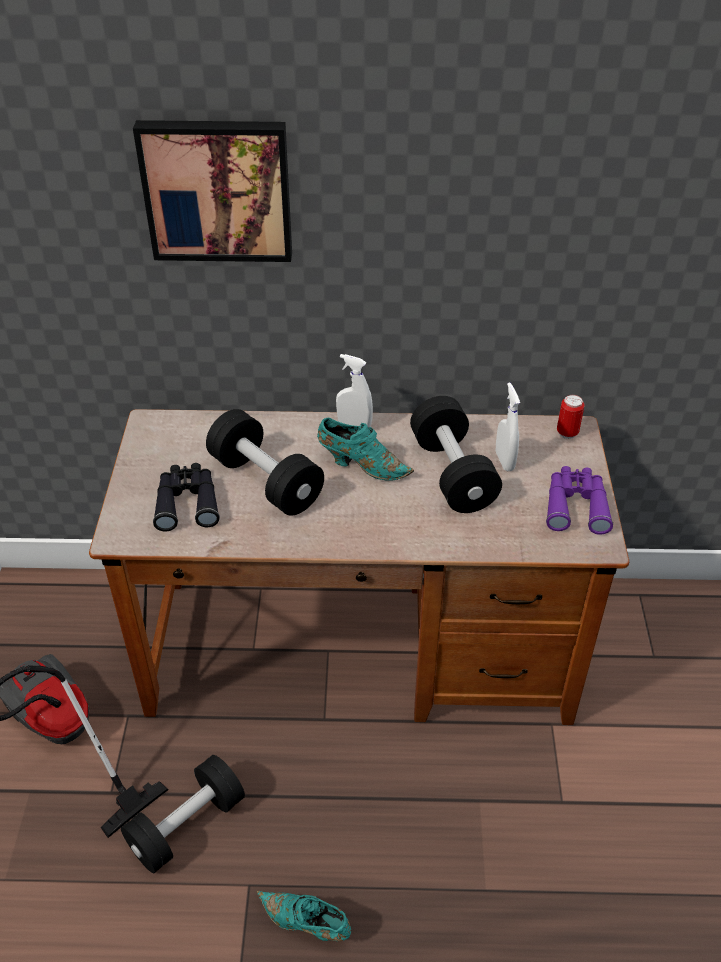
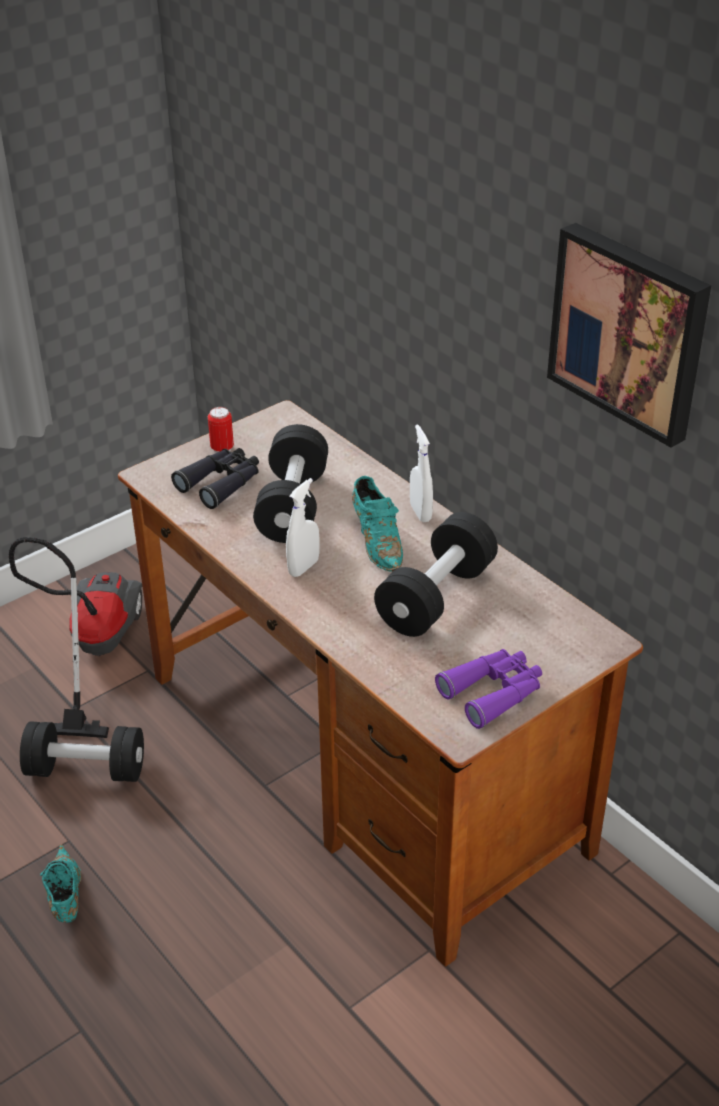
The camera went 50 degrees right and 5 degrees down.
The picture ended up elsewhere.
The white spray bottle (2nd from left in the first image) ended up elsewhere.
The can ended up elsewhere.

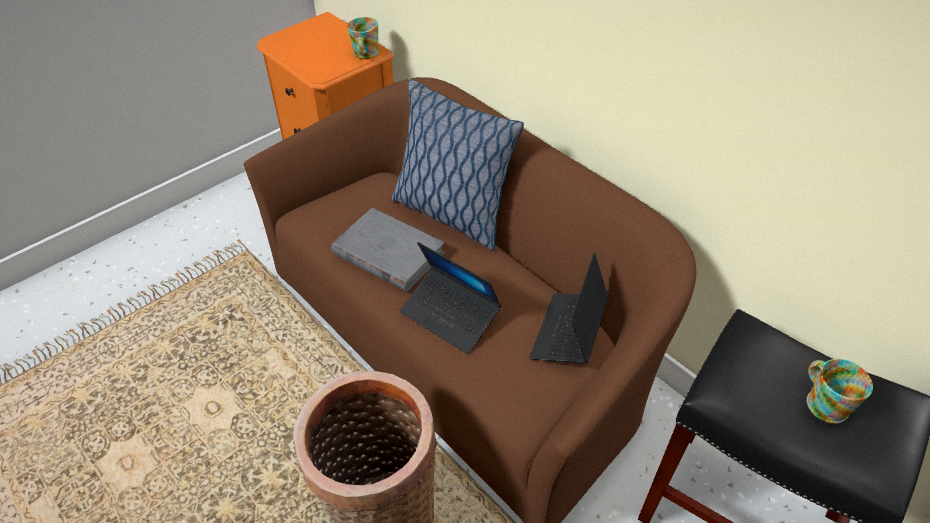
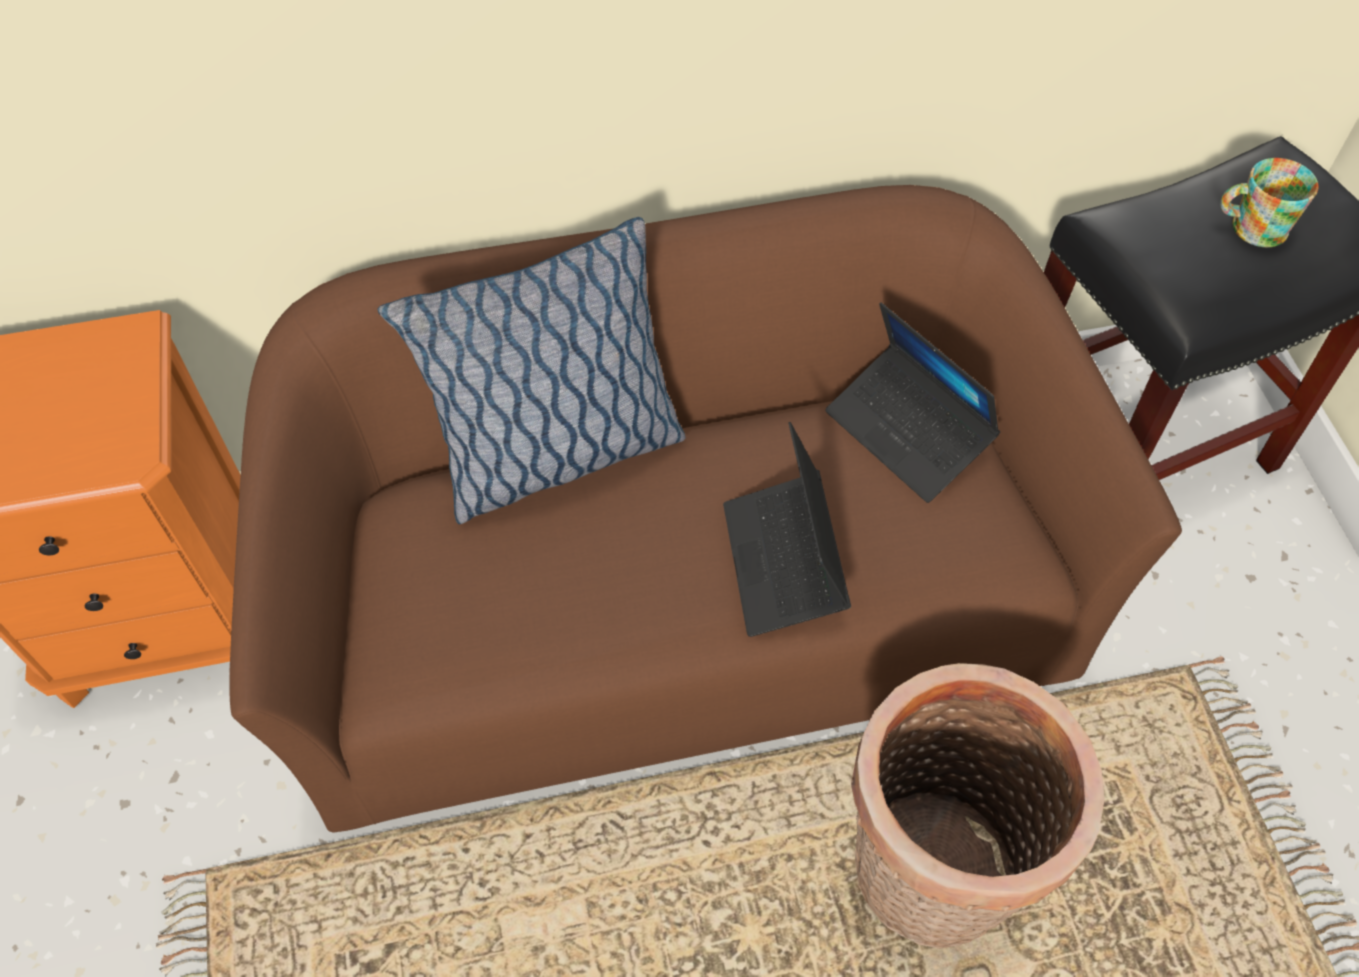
The camera went 60 degrees left and 10 degrees up.
The second view lost the grey book.
The second view lost the mug (1st from left).
The laptop (1st from left) ended up facing another way, 105 degrees clockwise from before.

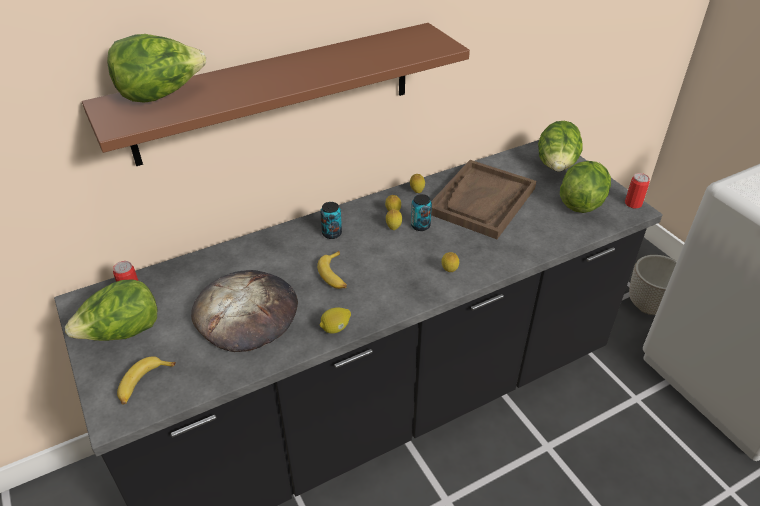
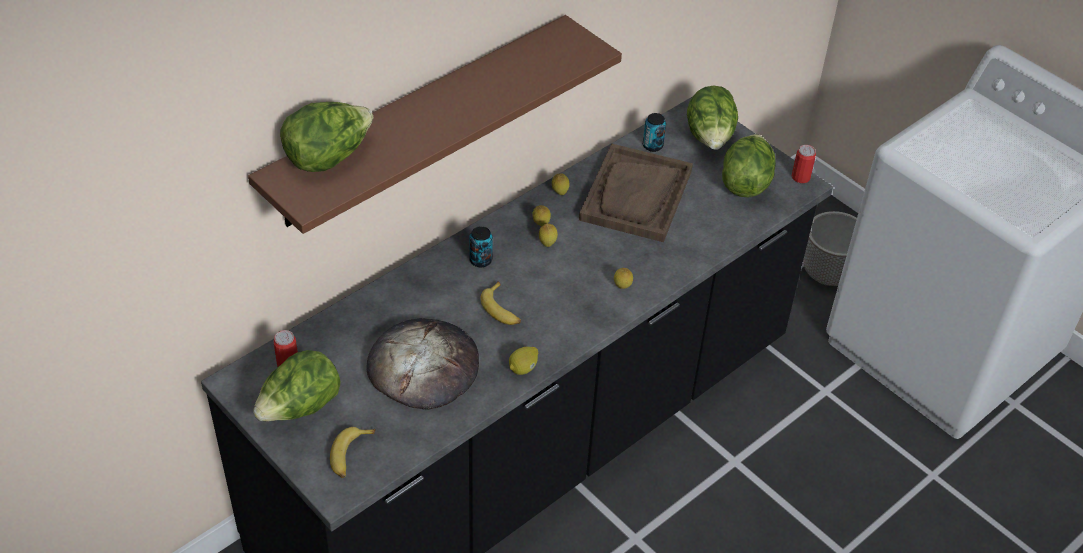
The camera went 15 degrees left and 5 degrees up.
The can (3rd from left) ended up elsewhere.

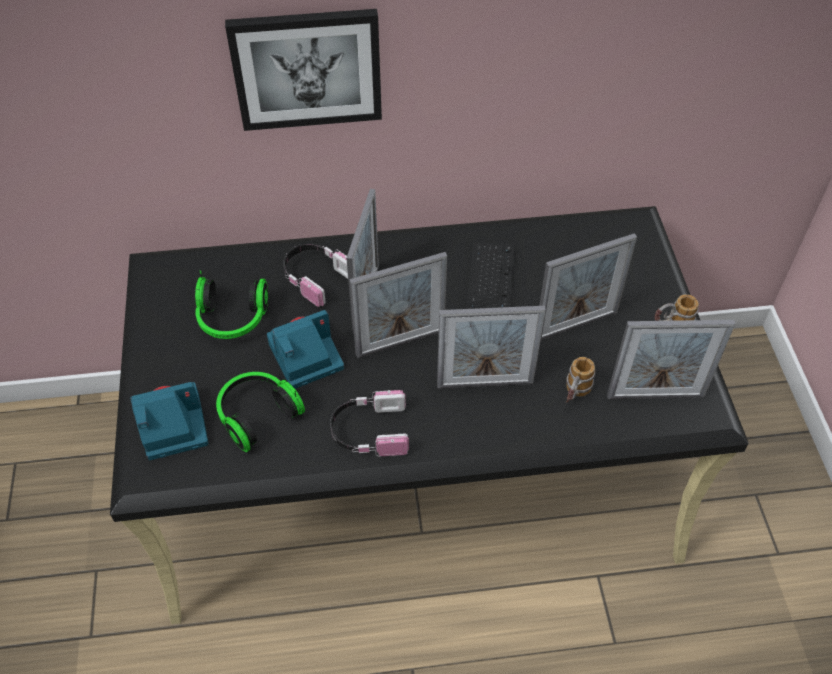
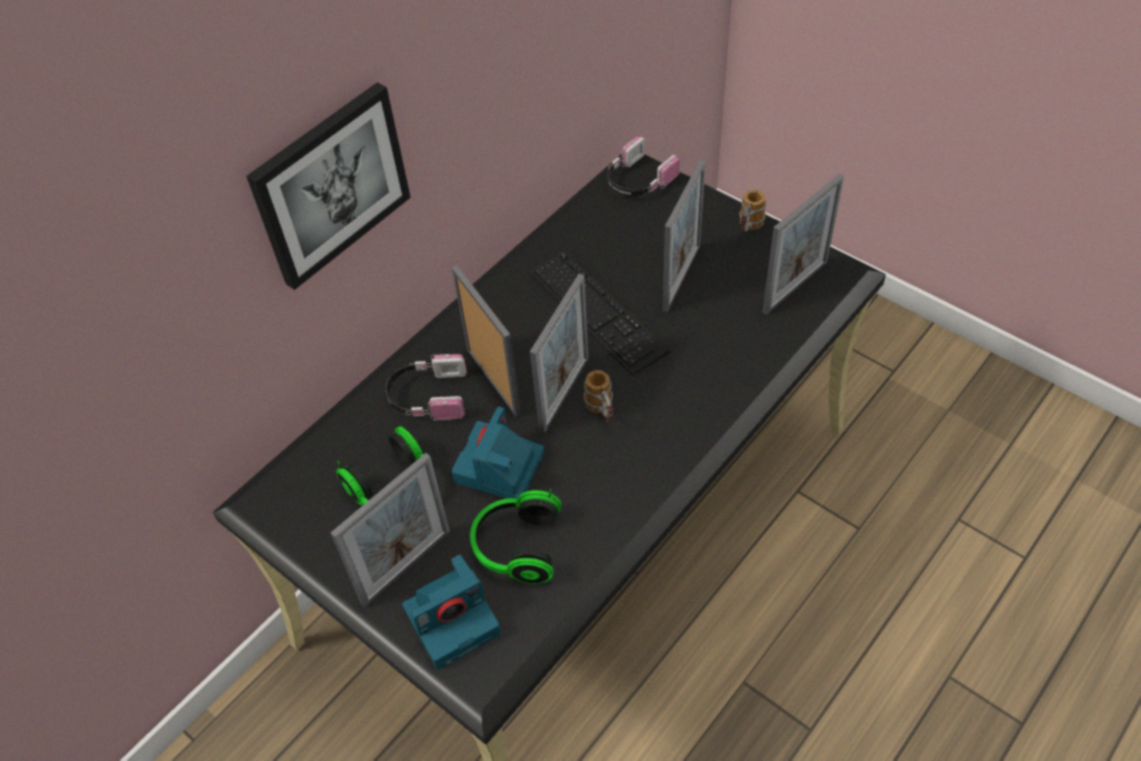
The camera went 40 degrees left and 0 degrees up.
The photo camera (1st from left) ended up facing another way, 150 degrees counterclockwise from before.
The headphones (4th from left) ended up elsewhere.
The picture frame (3rd from left in the first image) ended up elsewhere.
The mug (1st from left) ended up elsewhere.

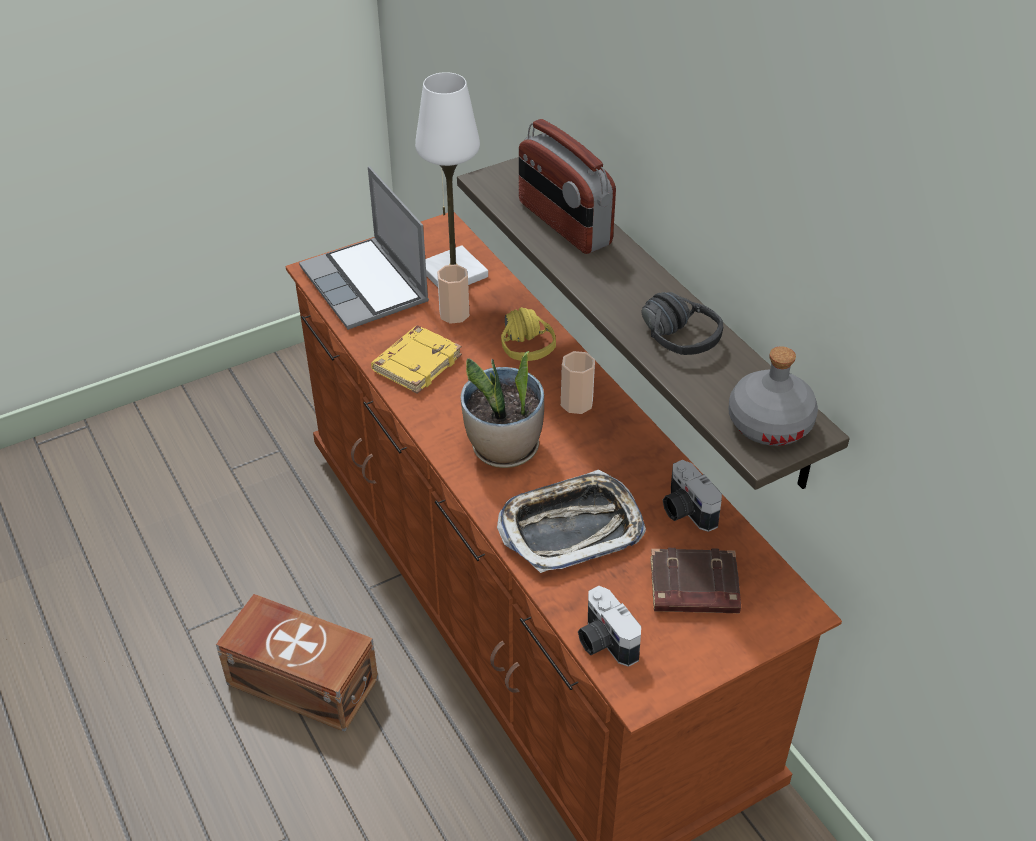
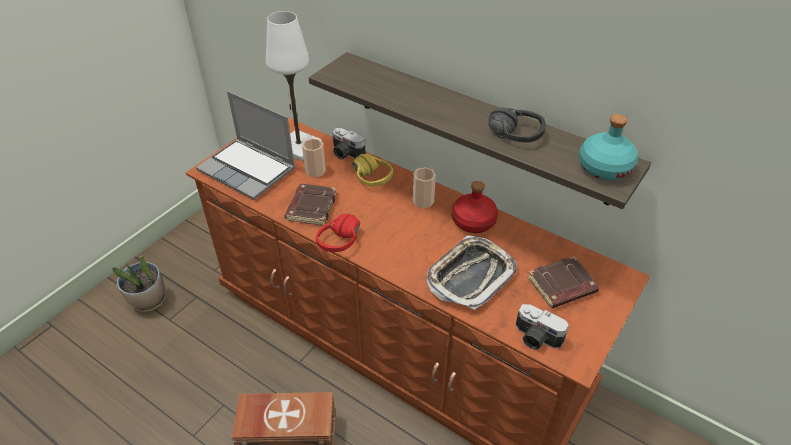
The camera went 25 degrees left and 0 degrees up.
What was the yellow book turned into the brown book (1st from left).
The potted plant ended up elsewhere.
The second view lost the radio.
The photo camera (2nd from left in the first image) ended up elsewhere.
What was the grey bottle turned into the turquoise bottle.
The second view gained the red headphones.
The second view gained the red bottle.

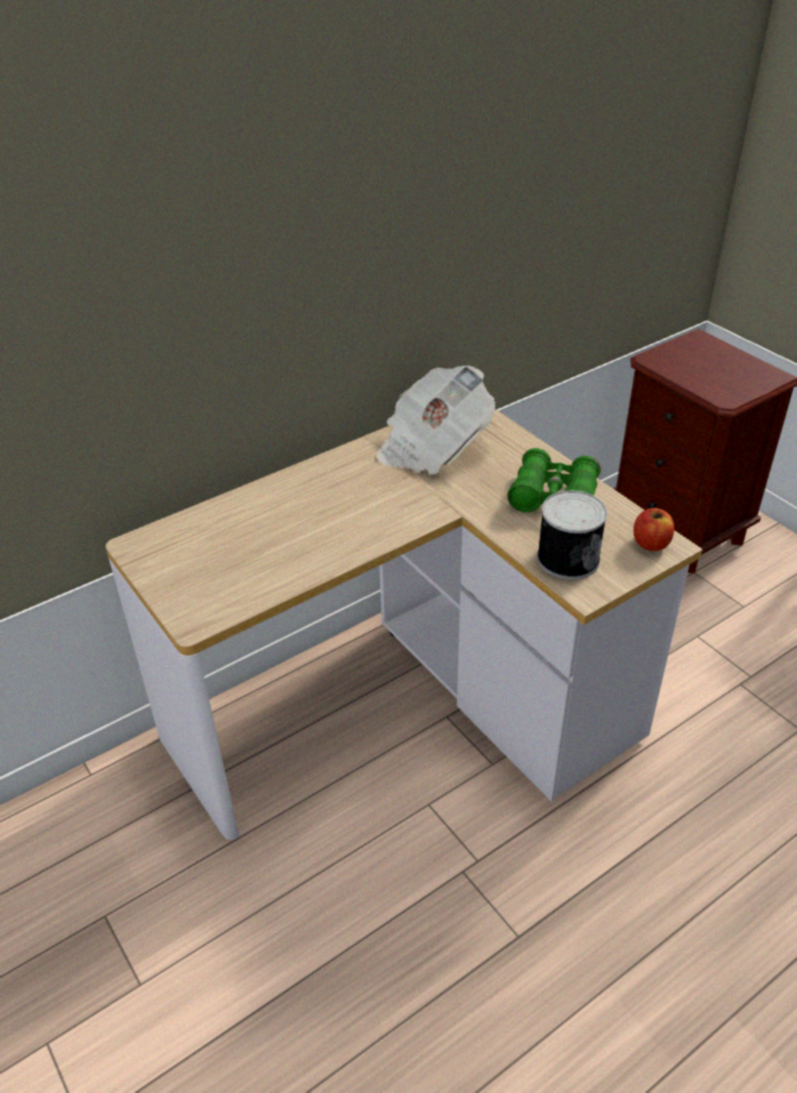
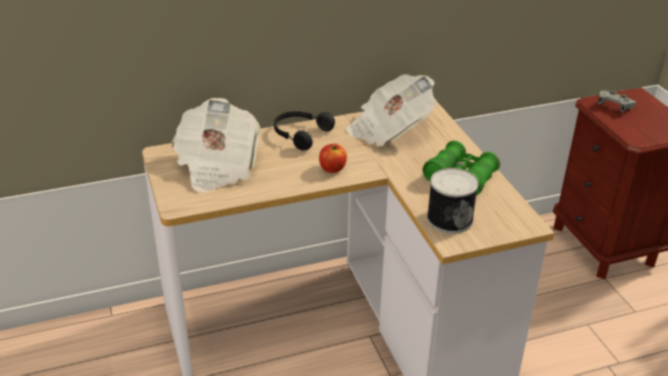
The camera went 15 degrees right and 5 degrees down.
The apple ended up elsewhere.
The second view gained the newspaper (1st from left).
The second view gained the black headphones.
The second view gained the grey game controller.

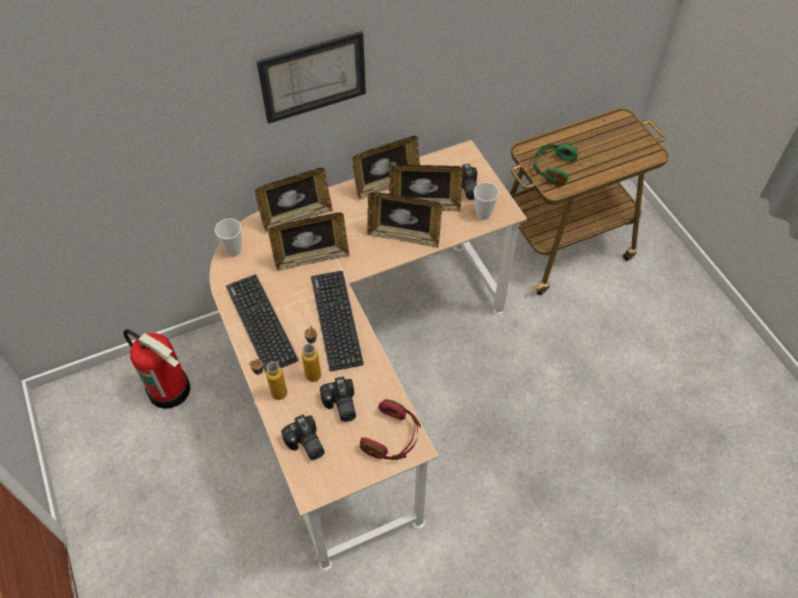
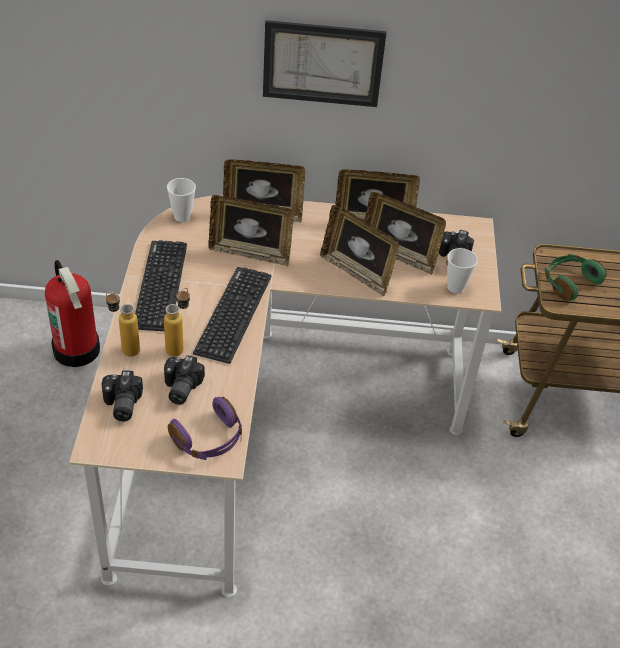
The camera went 25 degrees right and 10 degrees down.
What was the red headphones turned into the purple headphones.

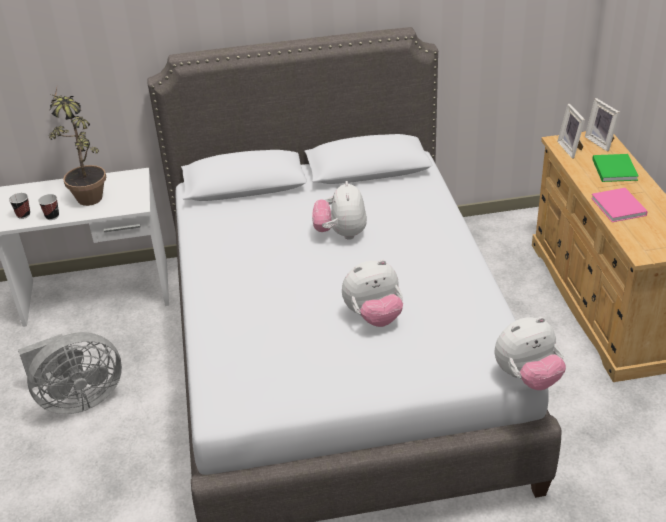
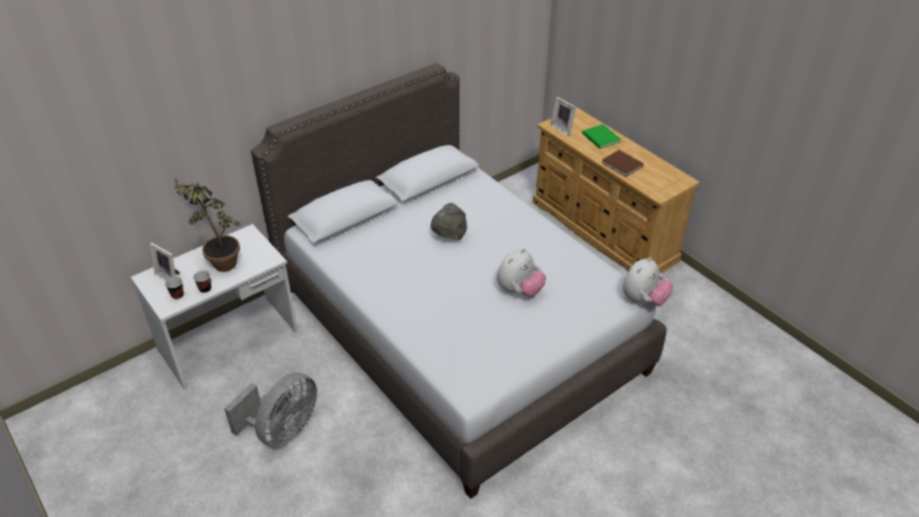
The camera went 30 degrees left and 5 degrees up.
Where the plush toy (1st from left) stood, the grey hat came to stand.
The picture frame (2nd from left in the first image) ended up elsewhere.
What was the pink book turned into the brown book.

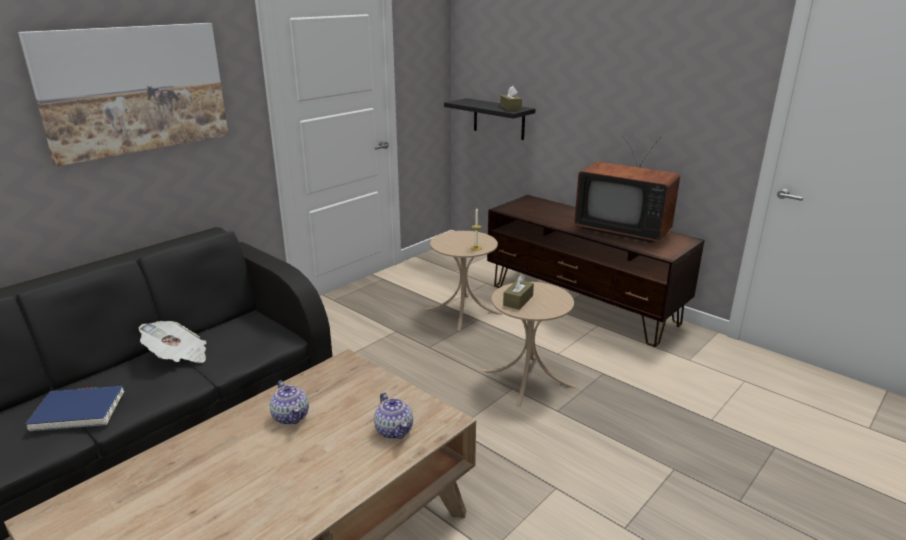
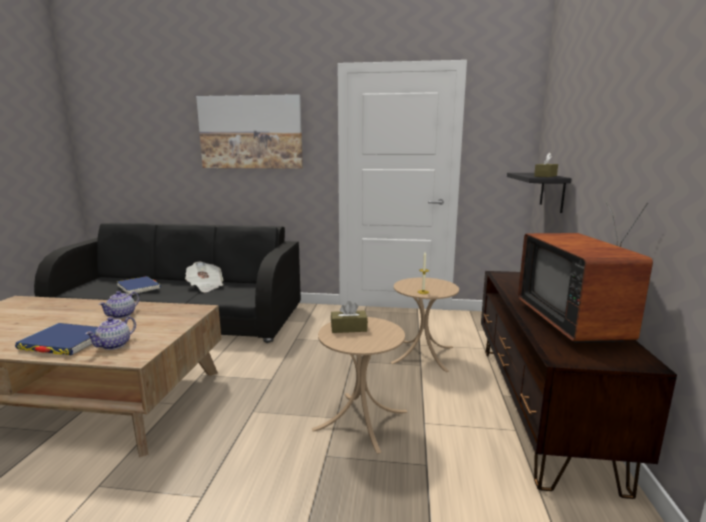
The camera went 55 degrees right and 10 degrees down.
The second view gained the blue book (1st from left).

